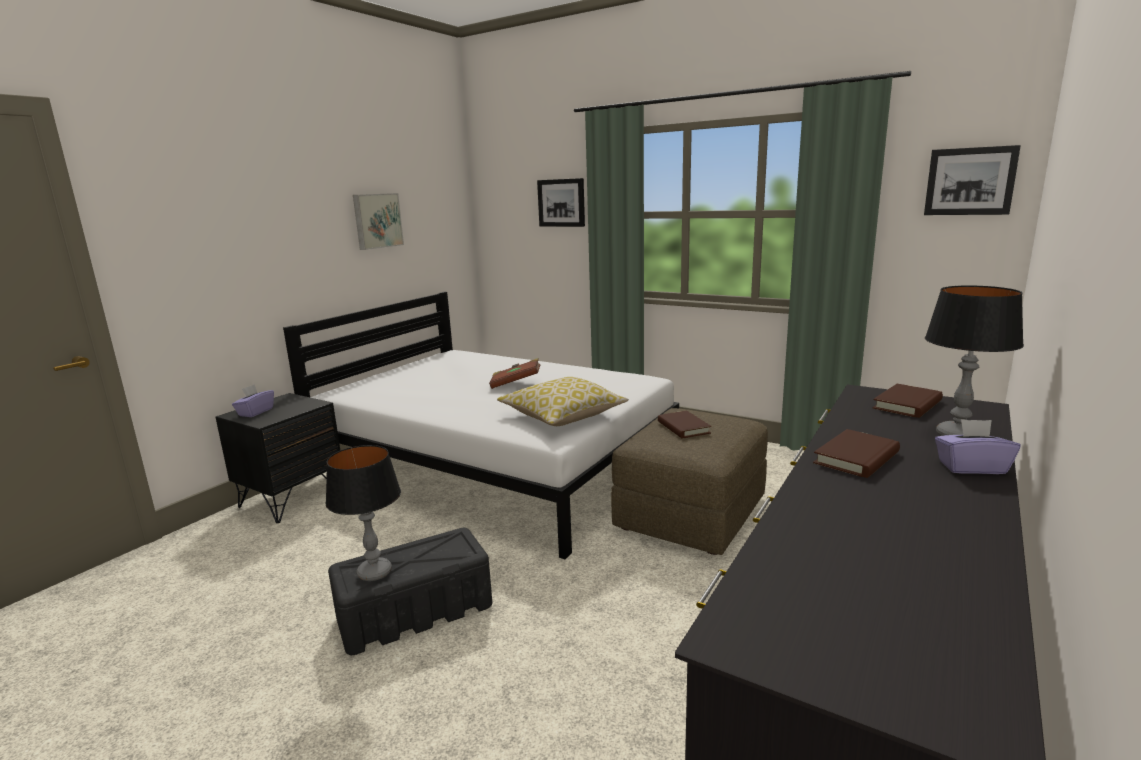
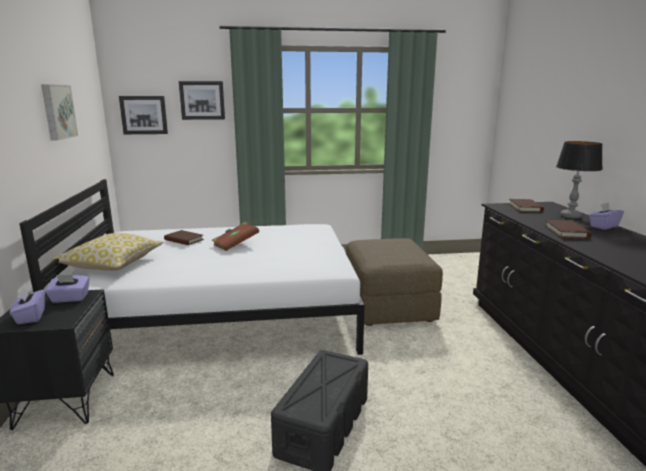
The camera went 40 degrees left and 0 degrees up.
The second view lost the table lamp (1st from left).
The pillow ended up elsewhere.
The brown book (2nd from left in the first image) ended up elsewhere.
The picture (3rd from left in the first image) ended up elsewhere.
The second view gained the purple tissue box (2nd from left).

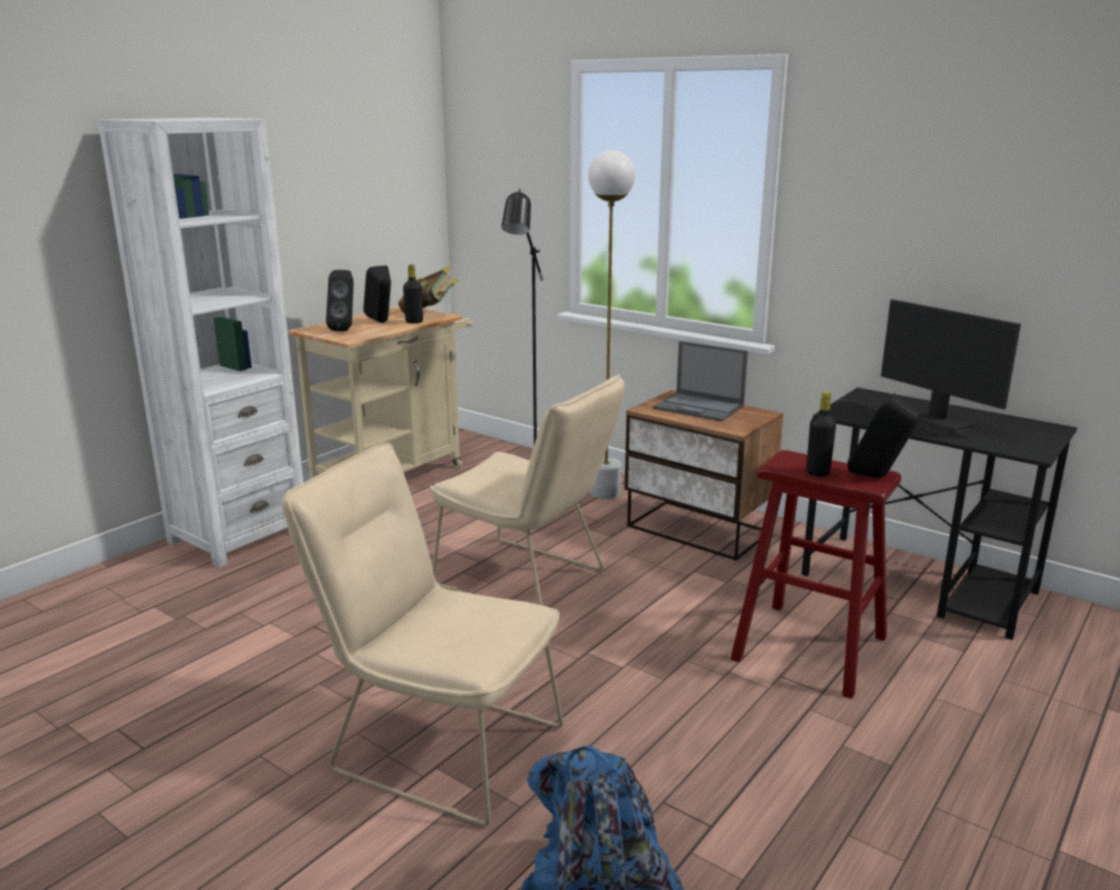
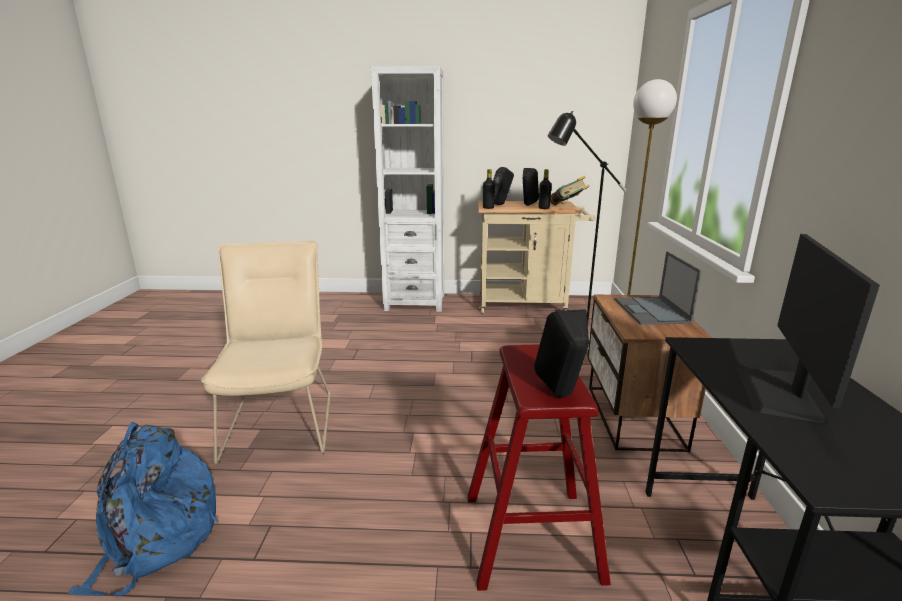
The camera went 55 degrees right and 0 degrees up.
The second view lost the beige chair (2nd from left).
The black bottle (2nd from left in the first image) ended up elsewhere.

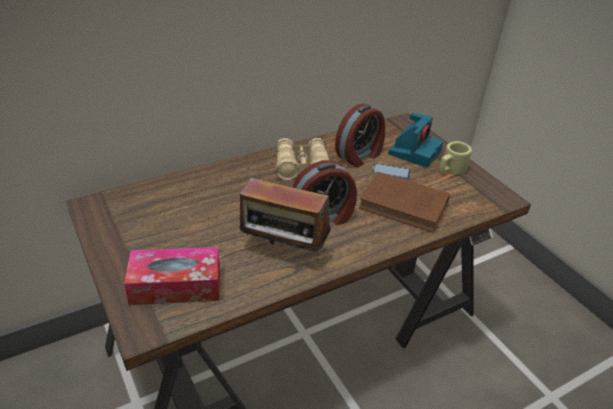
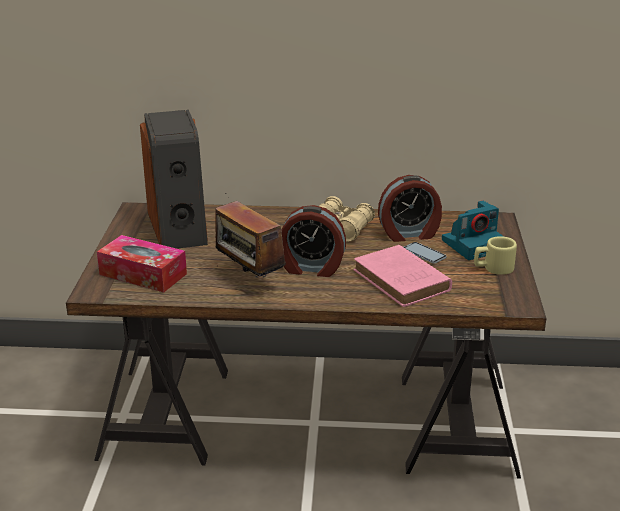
The camera went 35 degrees right and 10 degrees down.
What was the brown book turned into the pink book.
The second view gained the speaker.

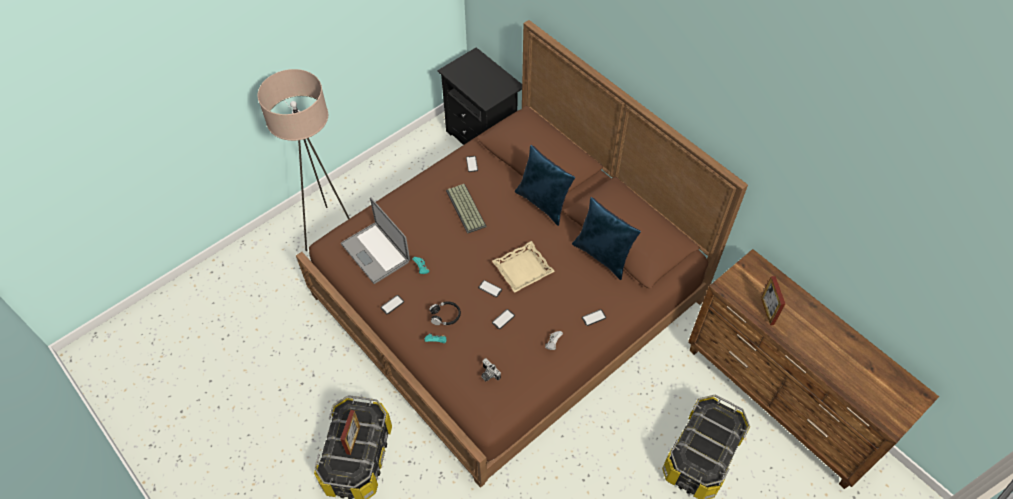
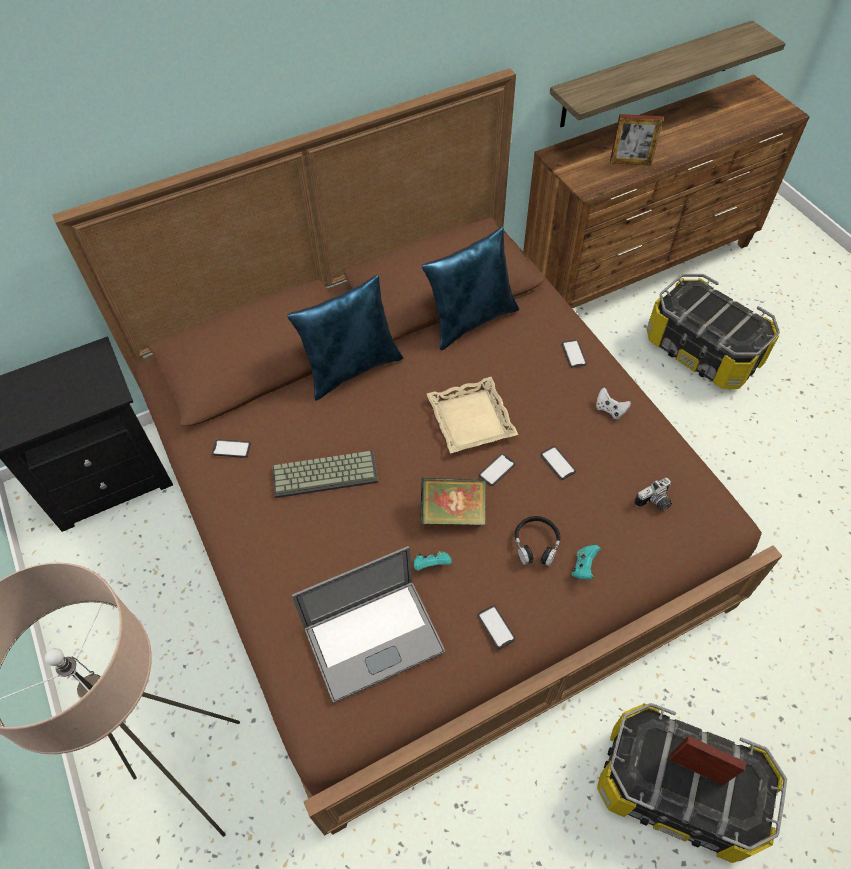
The camera went 75 degrees left and 0 degrees up.
The second view gained the book.
The second view gained the shelf.

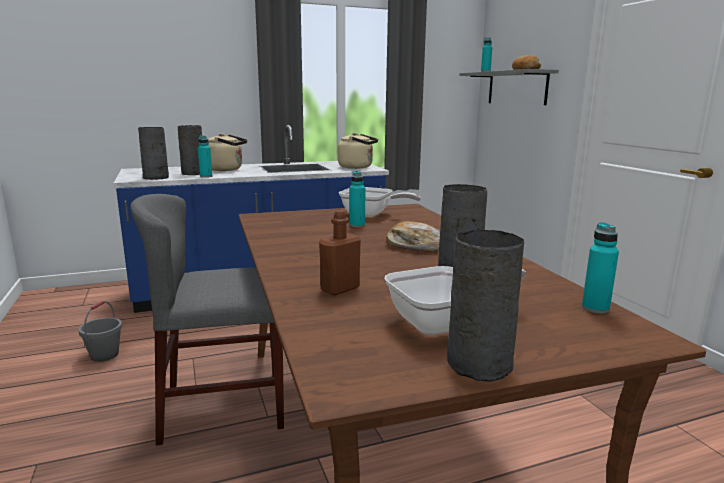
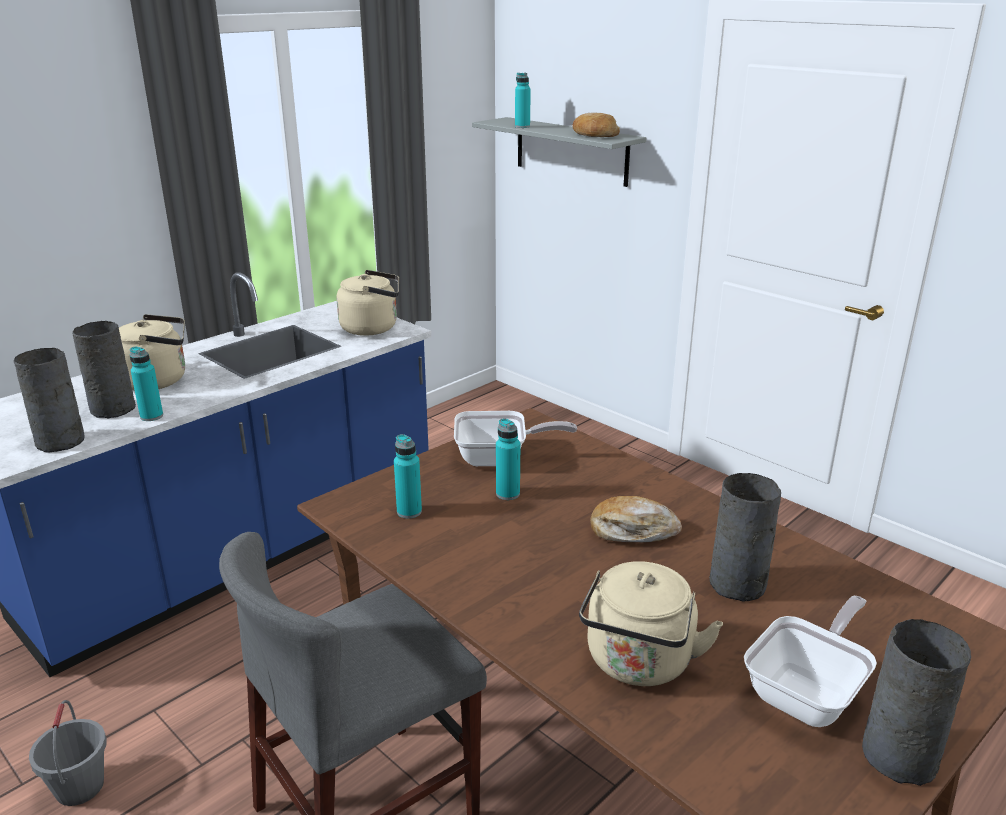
The camera went 25 degrees left and 10 degrees up.
Where the brown bottle stood, the beige kettle (3rd from left) came to stand.
The turquoise bottle (4th from left in the first image) ended up elsewhere.

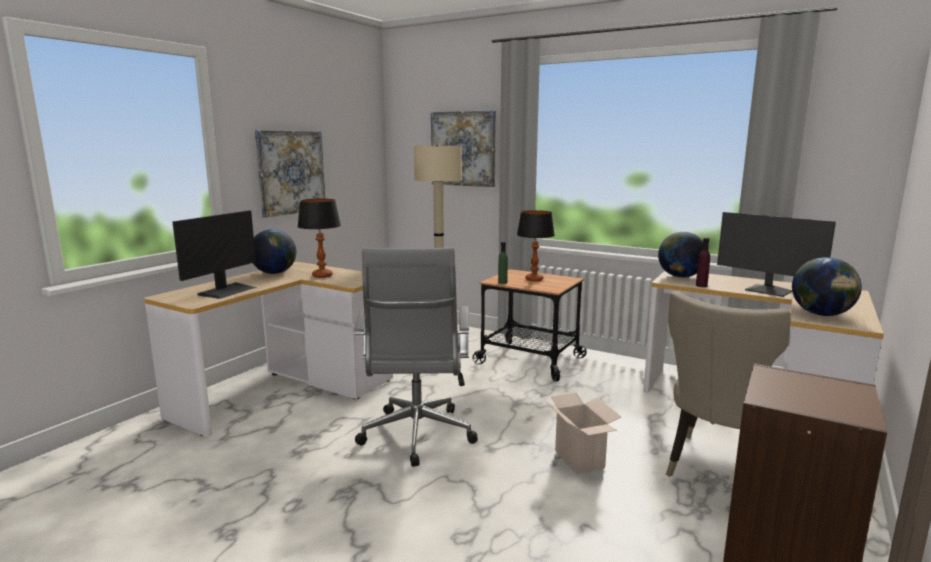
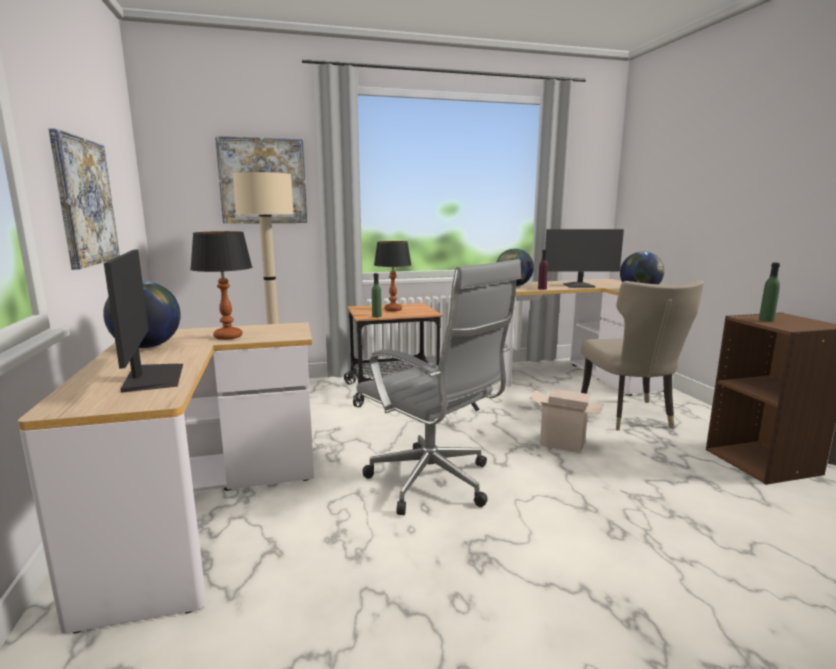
The camera went 45 degrees left and 0 degrees up.
The second view gained the green bottle (2nd from left).

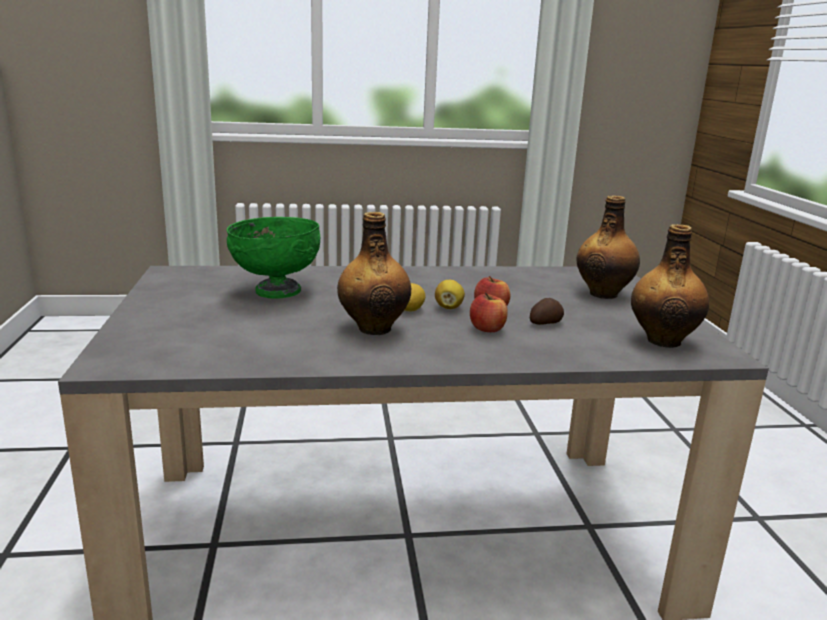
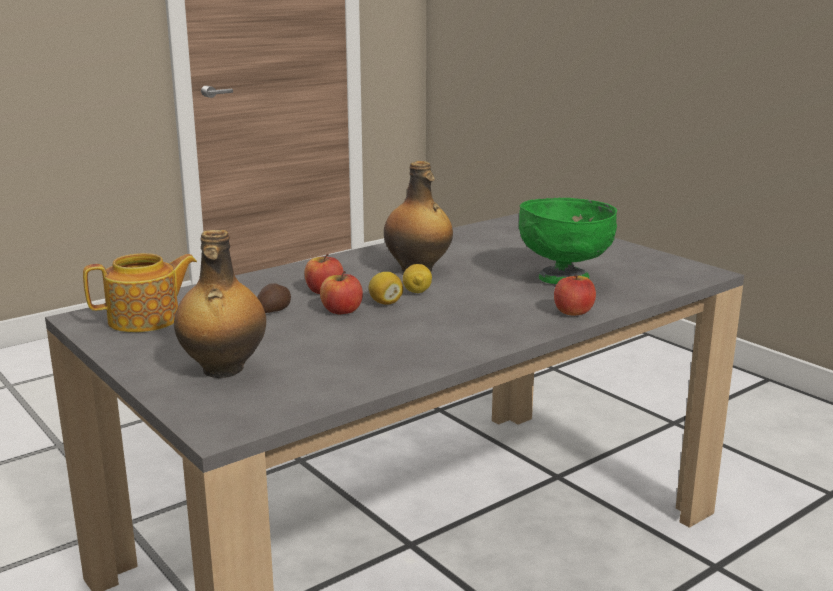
The camera went 150 degrees right and 0 degrees up.
Where the bottle (3rd from left) stood, the teapot came to stand.
The second view gained the apple (3rd from left).

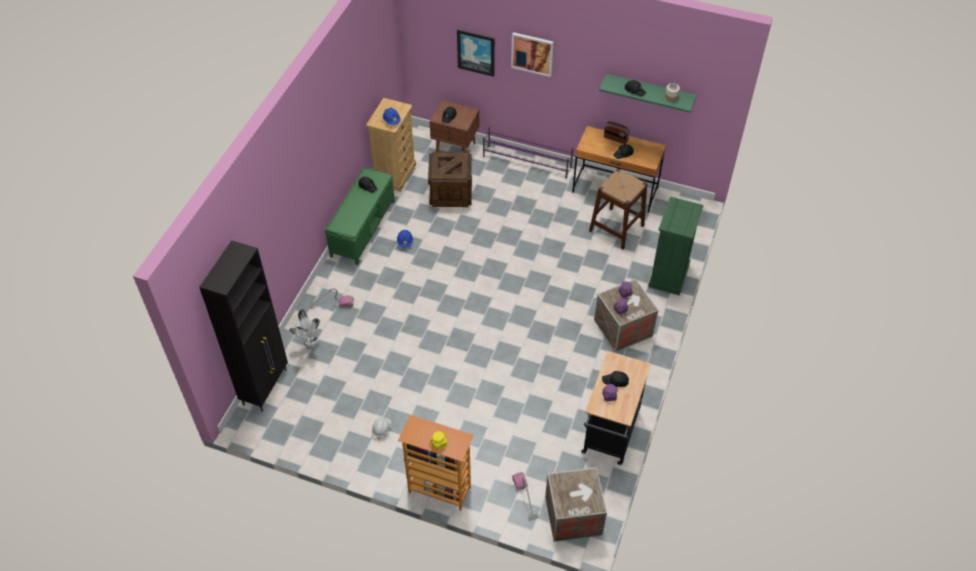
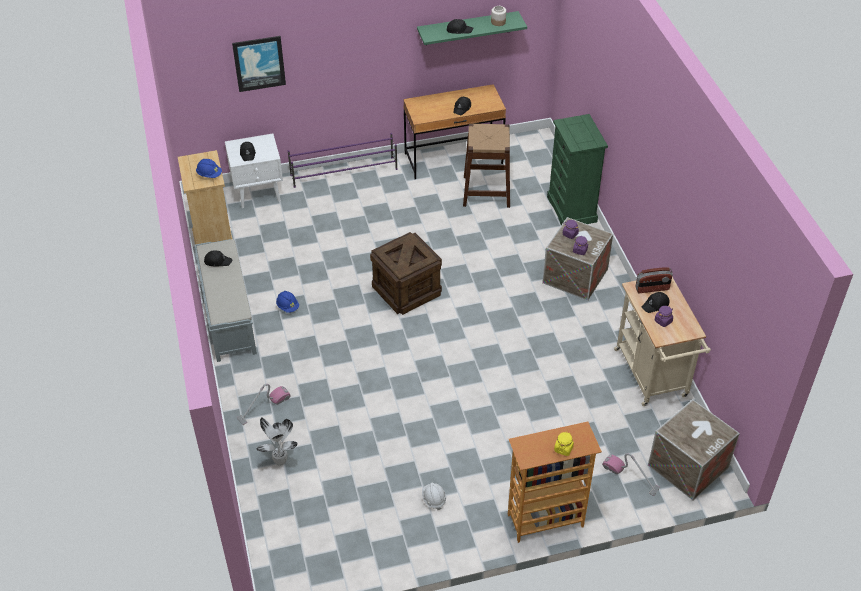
The camera went 35 degrees left and 5 degrees down.
The second view lost the black cabinet.
What was the green bench turned into the grey bench.
The crate (1st from left) ended up elsewhere.
What was the brown nightstand turned into the white nightstand.
The second view lost the picture (2nd from left).
What was the black cart turned into the beige cart.
The radio ended up elsewhere.

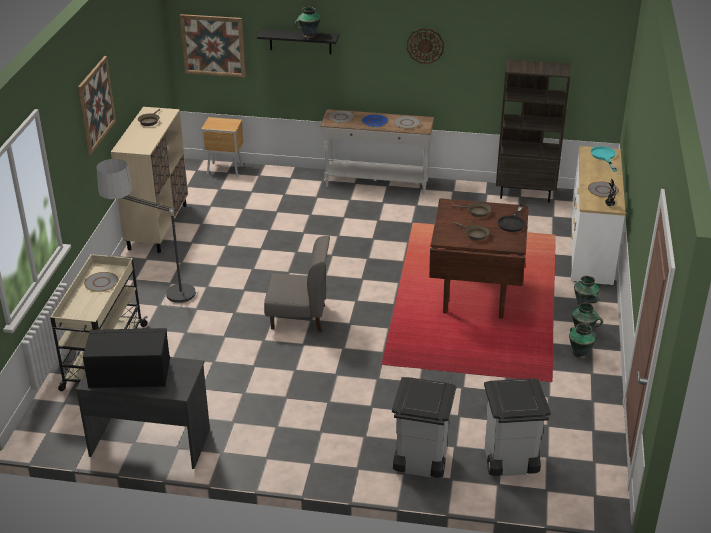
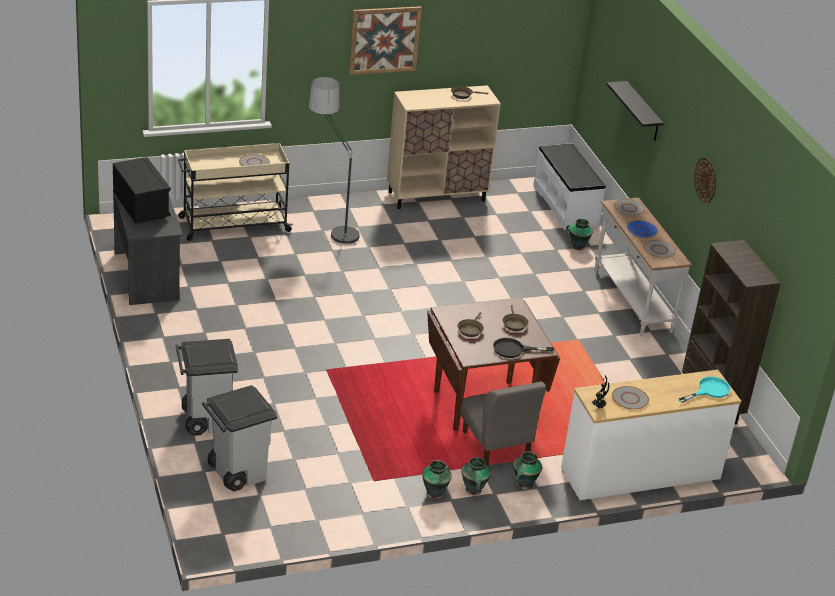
The camera went 60 degrees right and 0 degrees up.
The second view lost the picture (2nd from left).
Where the brown nightstand stood, the white bench came to stand.
The grey chair ended up elsewhere.
The vase (1st from left in the first image) ended up elsewhere.

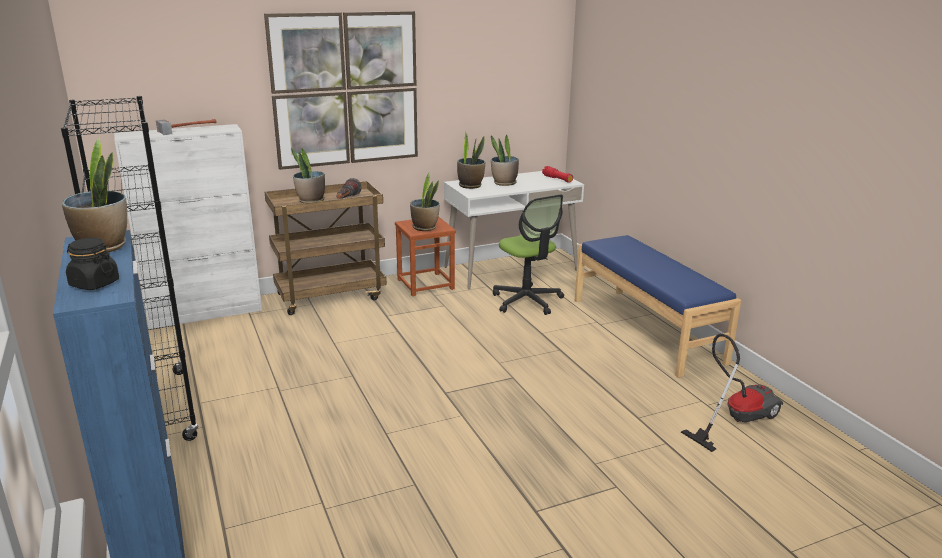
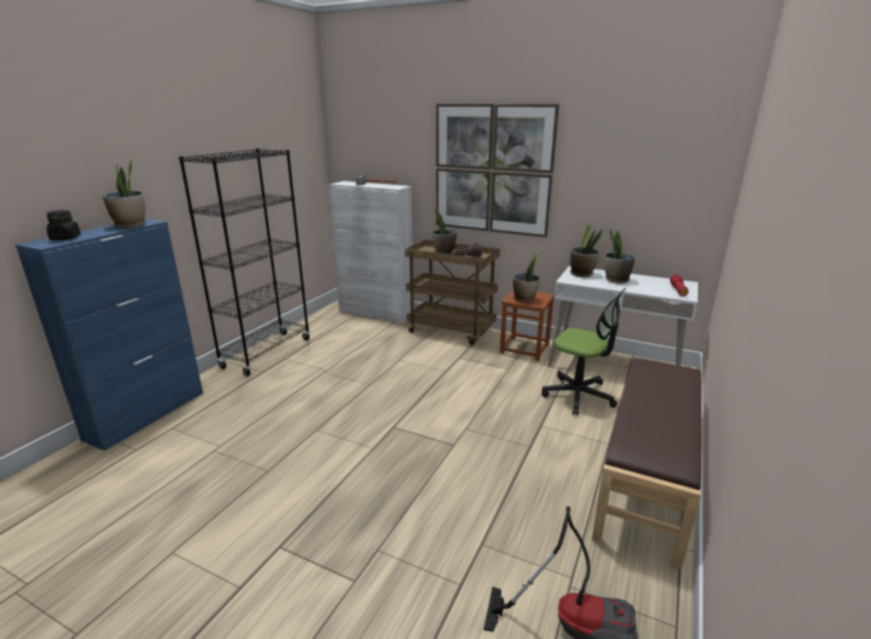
The camera went 50 degrees right and 0 degrees up.
The office chair ended up facing another way, 75 degrees counterclockwise from before.
What was the blue bench turned into the brown bench.

